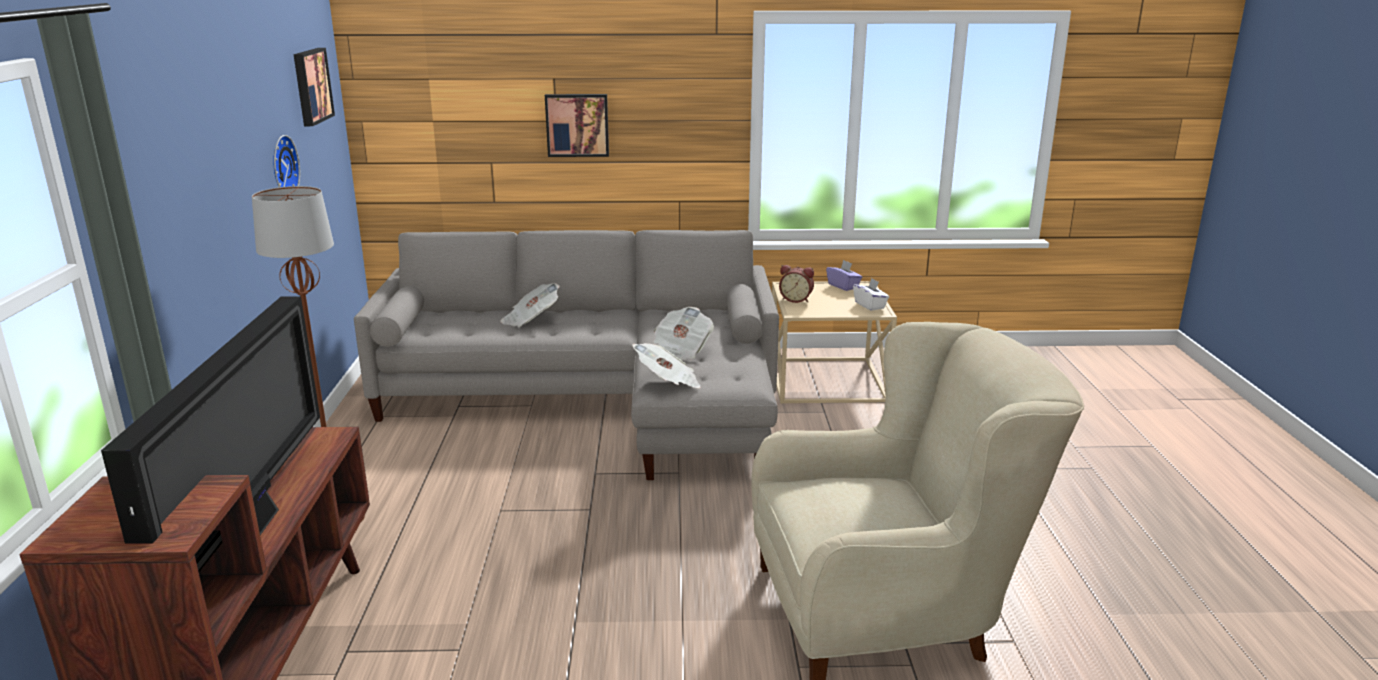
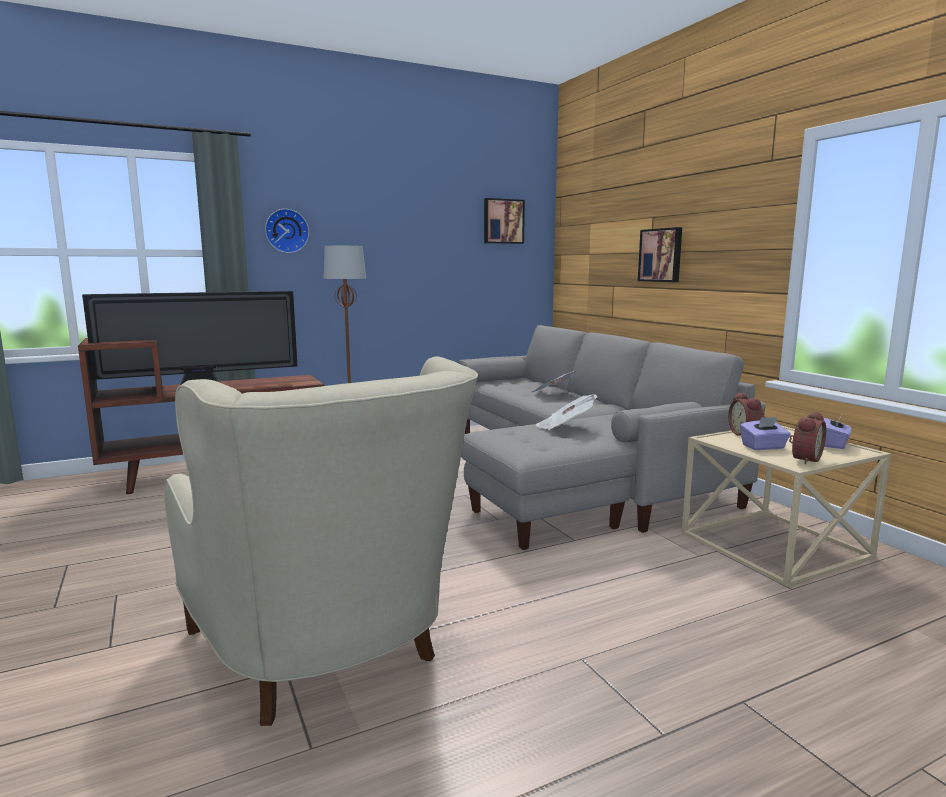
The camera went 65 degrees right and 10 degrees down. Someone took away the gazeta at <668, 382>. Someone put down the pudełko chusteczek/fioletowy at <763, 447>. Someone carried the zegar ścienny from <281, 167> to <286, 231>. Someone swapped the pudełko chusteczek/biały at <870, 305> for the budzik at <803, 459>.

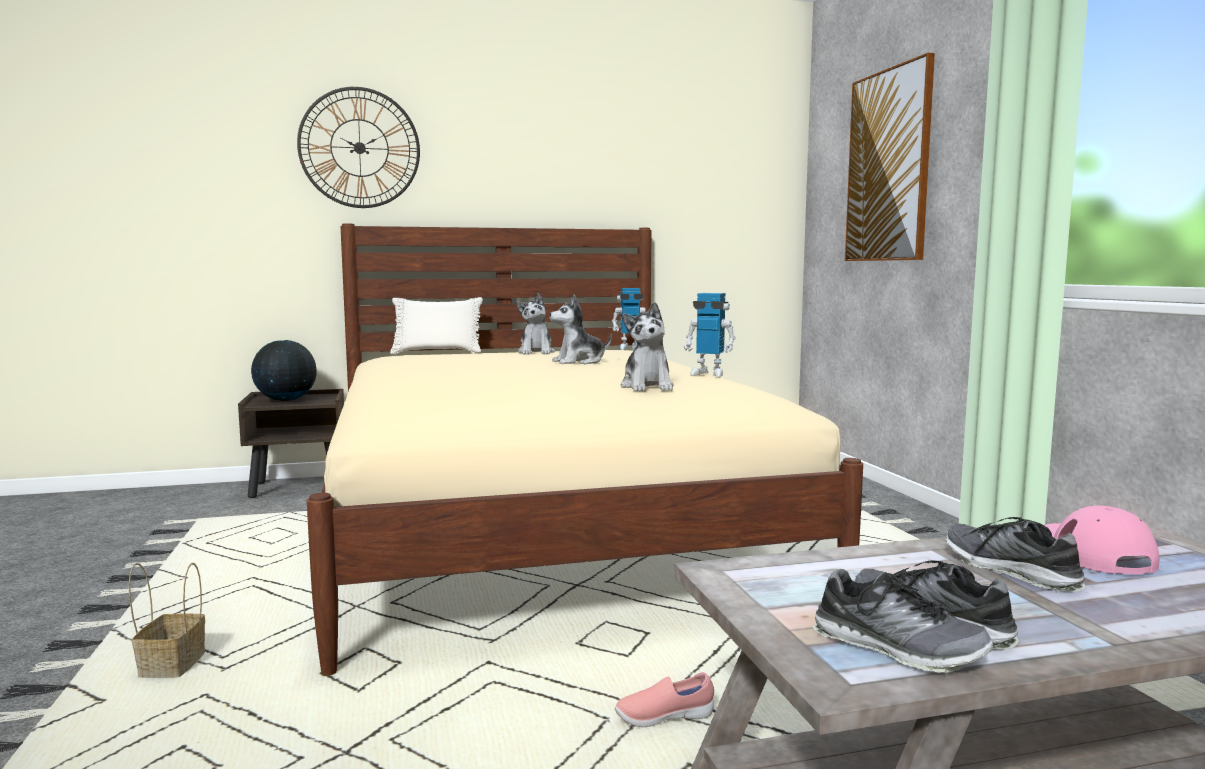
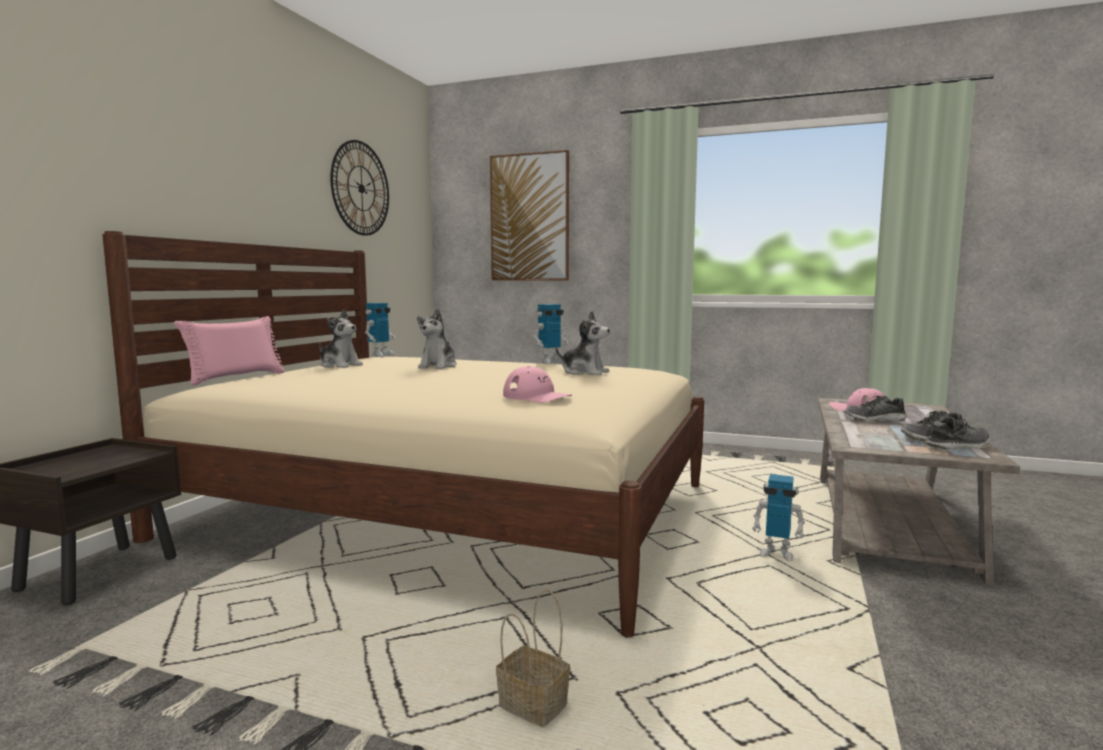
The camera went 55 degrees left and 0 degrees up. Someone took away the globus at <286, 400>. Someone put down the czapka z daszkiem/różowy at <537, 396>. Someone carried the zegar ścienny from <359, 148> to <361, 188>. Someone swapped the but/różowy at <664, 718> for the robot zabawkowy at <776, 553>. Someone repainted the poduszka/biały at <437, 353>, which became the poduszka/różowy at <235, 378>.

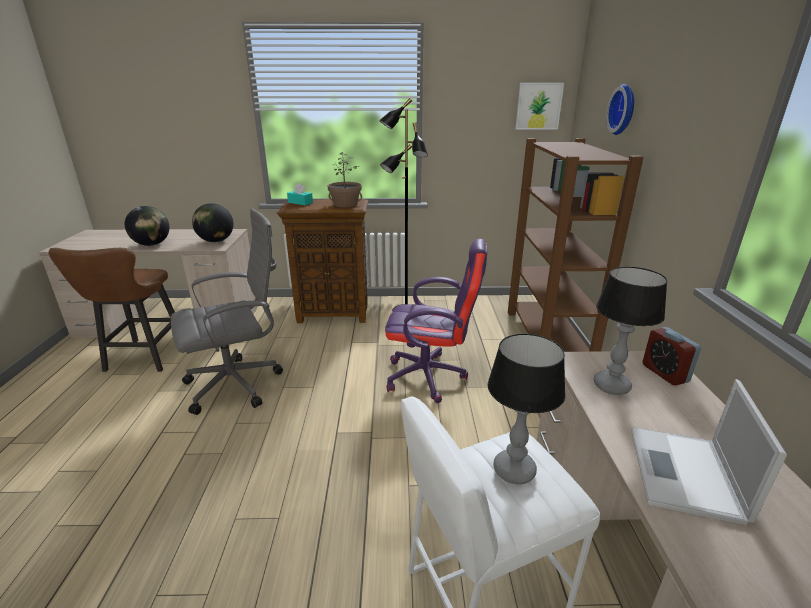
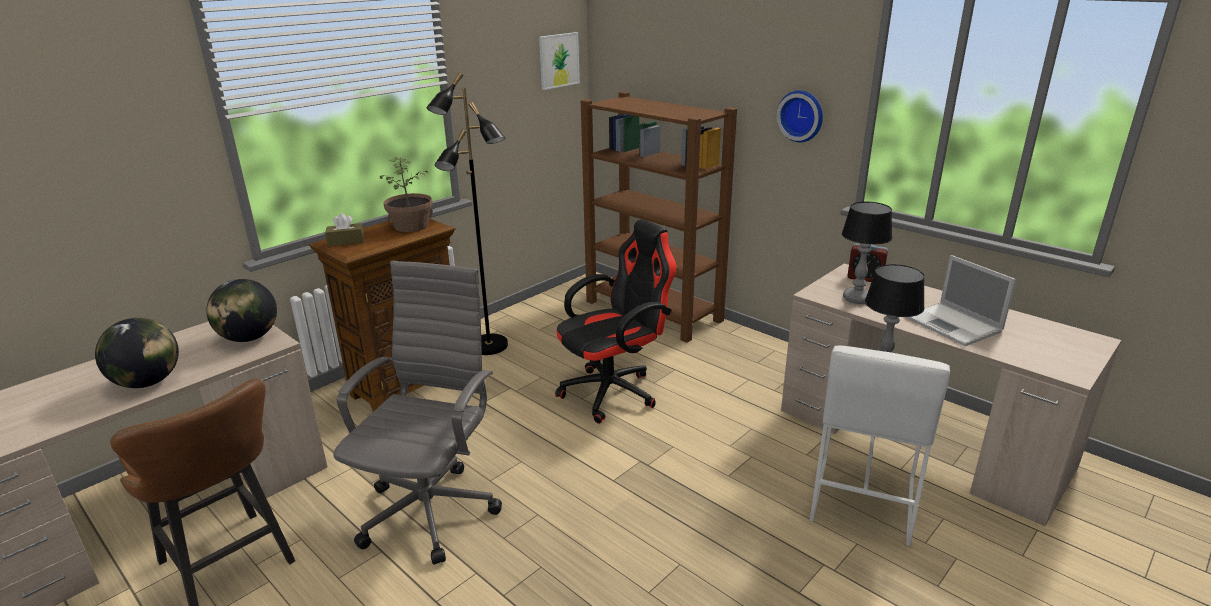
The camera went 45 degrees left and 0 degrees up. Someone carried the zegar ścienny from <624, 109> to <801, 115>. Someone repainted the pudełko chusteczek/turkusowy at <300, 202>, which became the pudełko chusteczek/brązowy at <346, 241>. Someone repainted the krzesło biurowe/fioletowy at <432, 378>, which became the krzesło biurowe/czarny at <615, 391>.

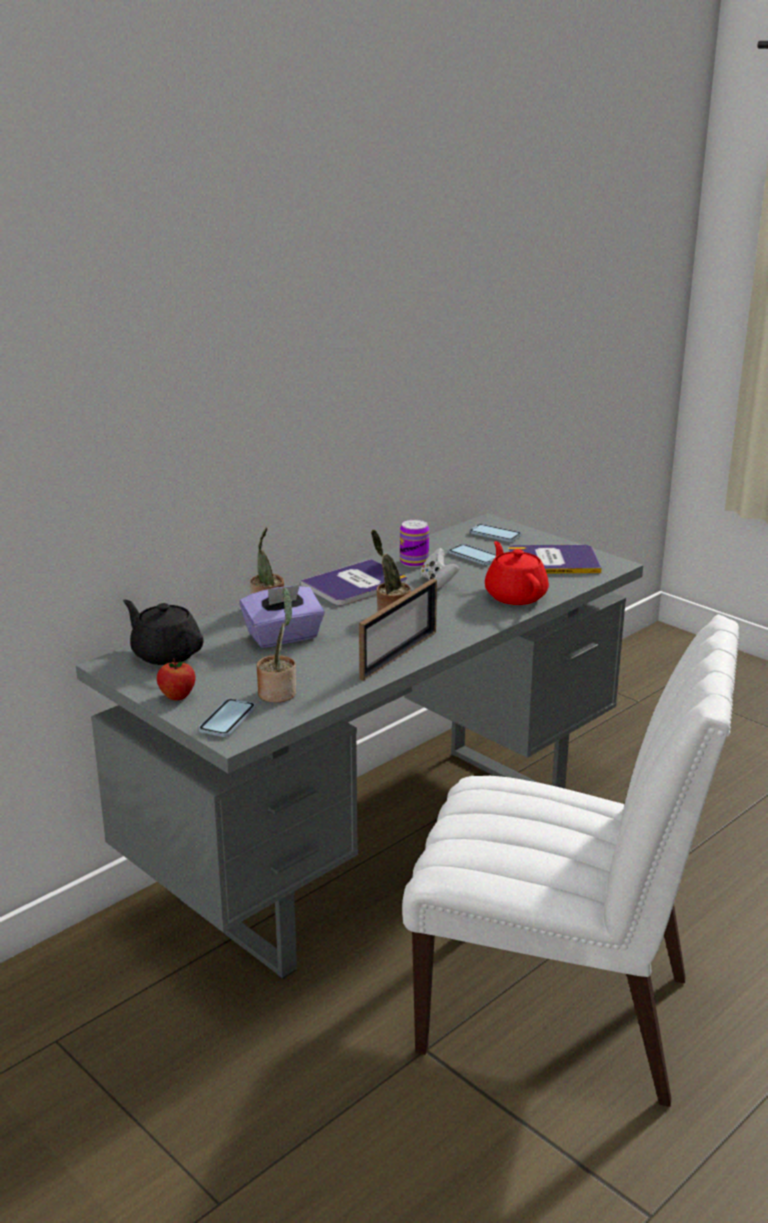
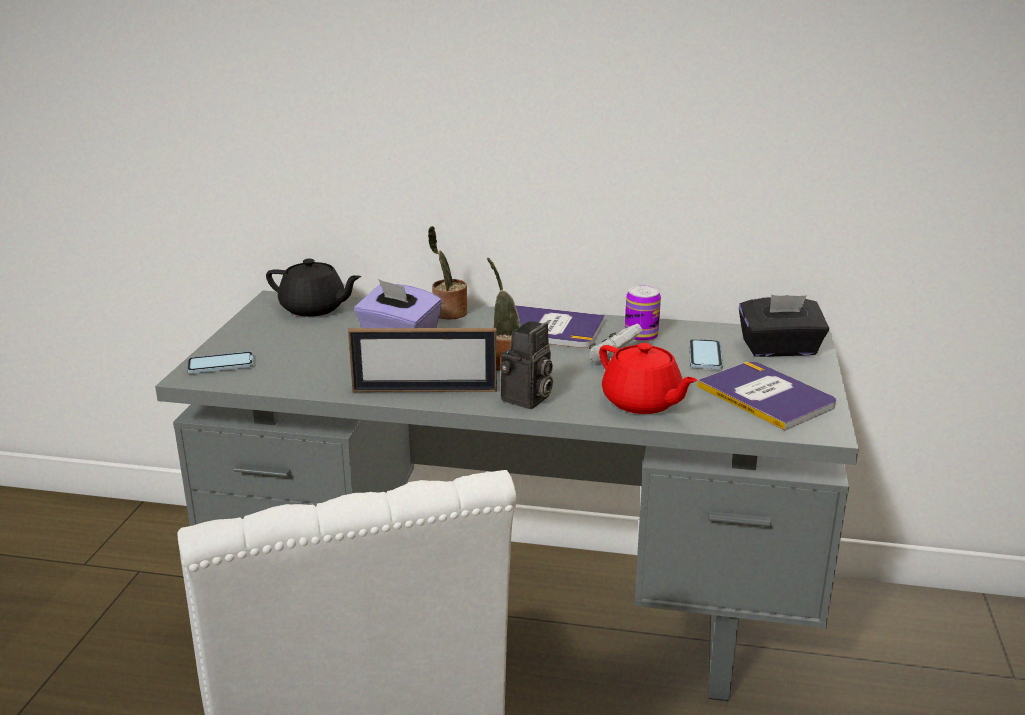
The camera went 55 degrees right and 0 degrees up. Someone took away the jabłko at <177, 696>. Someone took away the roślina doniczkowa at <279, 692>. Someone put down the aparat fotograficzny at <527, 400>. Someone swapped the telefon at <495, 535> for the pudełko chusteczek/czarny at <780, 349>. Someone rotated the imbryk/czarny at <166, 654> by 105 degrees clockwise. Someone rotated the imbryk/czerwony at <515, 595> by 105 degrees clockwise.

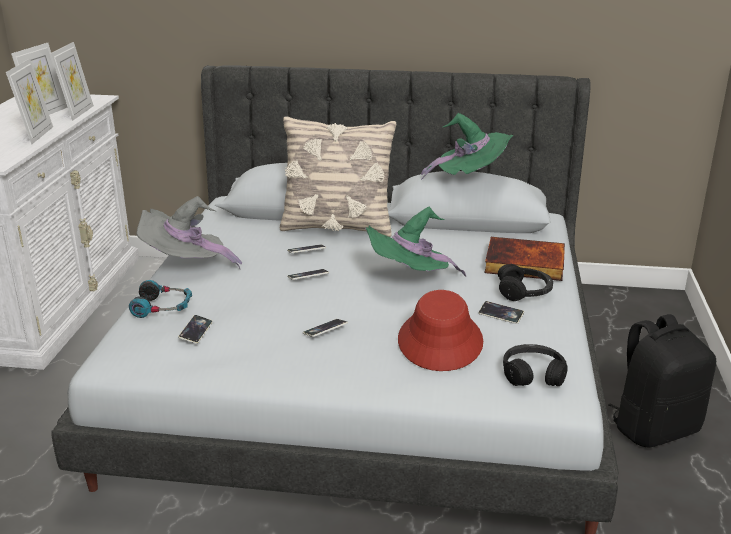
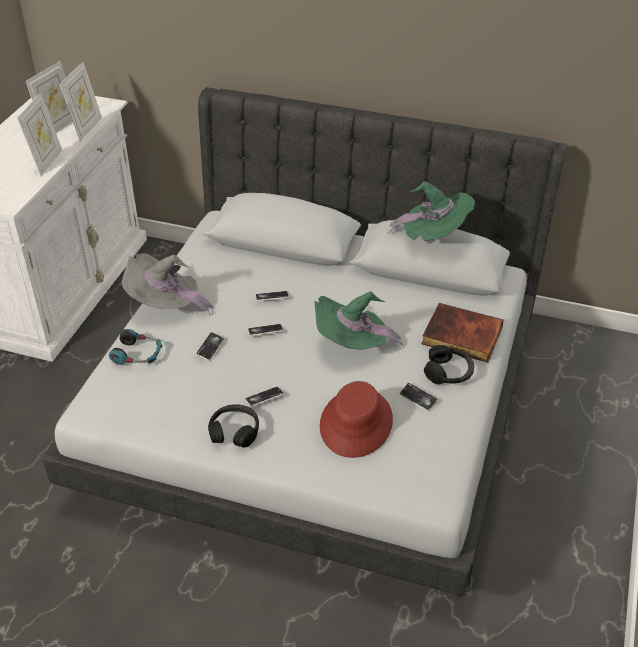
The camera went 10 degrees right and 15 degrees up. Someone took away the poduszka/beżowy at <337, 228>. Someone took away the plecak/czarny at <654, 428>. Someone carried the telefon from <196, 332> to <210, 348>. Someone carried the słuchawki/czarny from <533, 374> to <234, 431>.

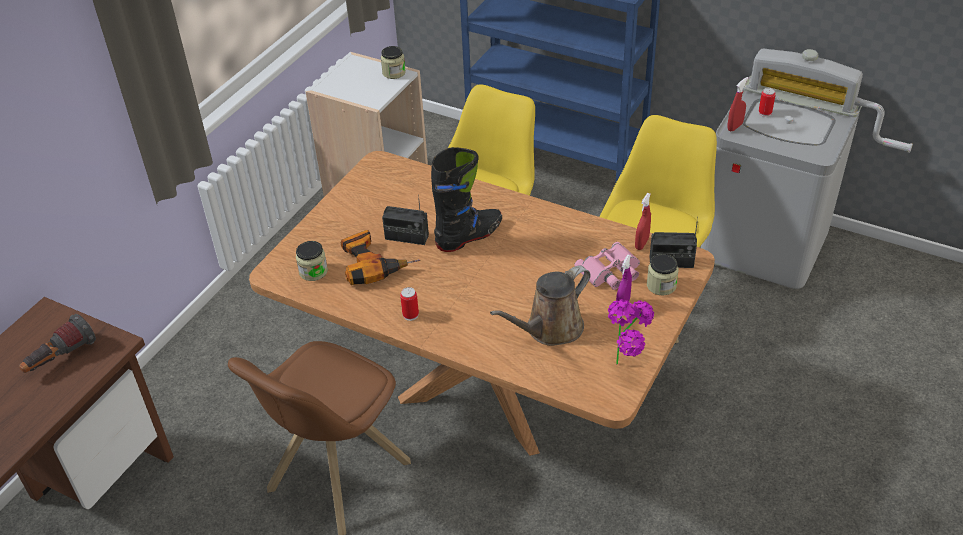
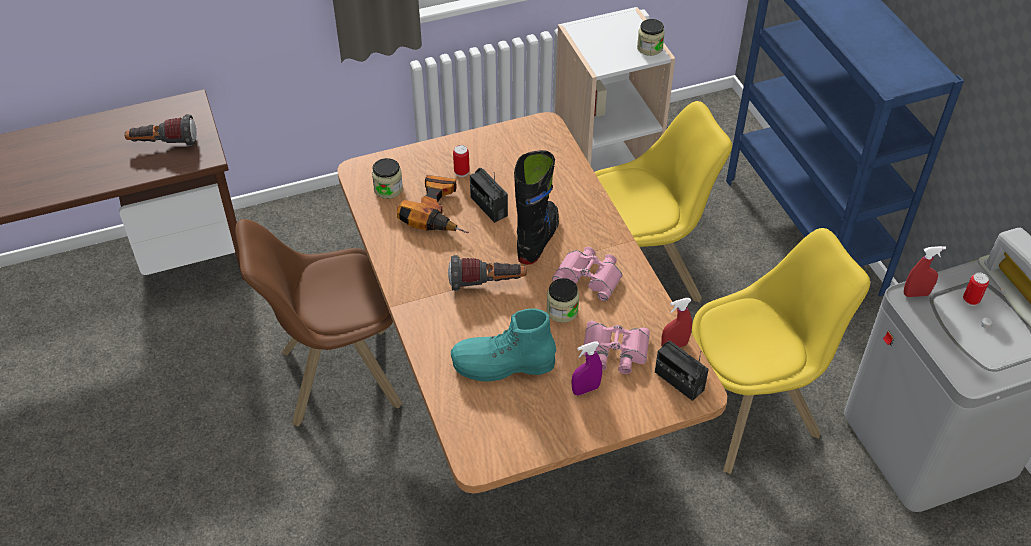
The camera went 40 degrees right and 5 degrees up. Someone took away the roślina doniczkowa at <628, 365>. Someone put down the latarka at <487, 284>. Someone put down the lornetka/różowy at <590, 275>. Someone carried the puszka from <410, 315> to <461, 172>. Someone carried the słoik from <661, 285> to <562, 311>. Someone swapped the konewka/brązowy at <550, 329> for the but z cholewką/turkusowy at <503, 365>. Someone rotated the but z cholewką/czarny at <469, 236> by 75 degrees counterclockwise.

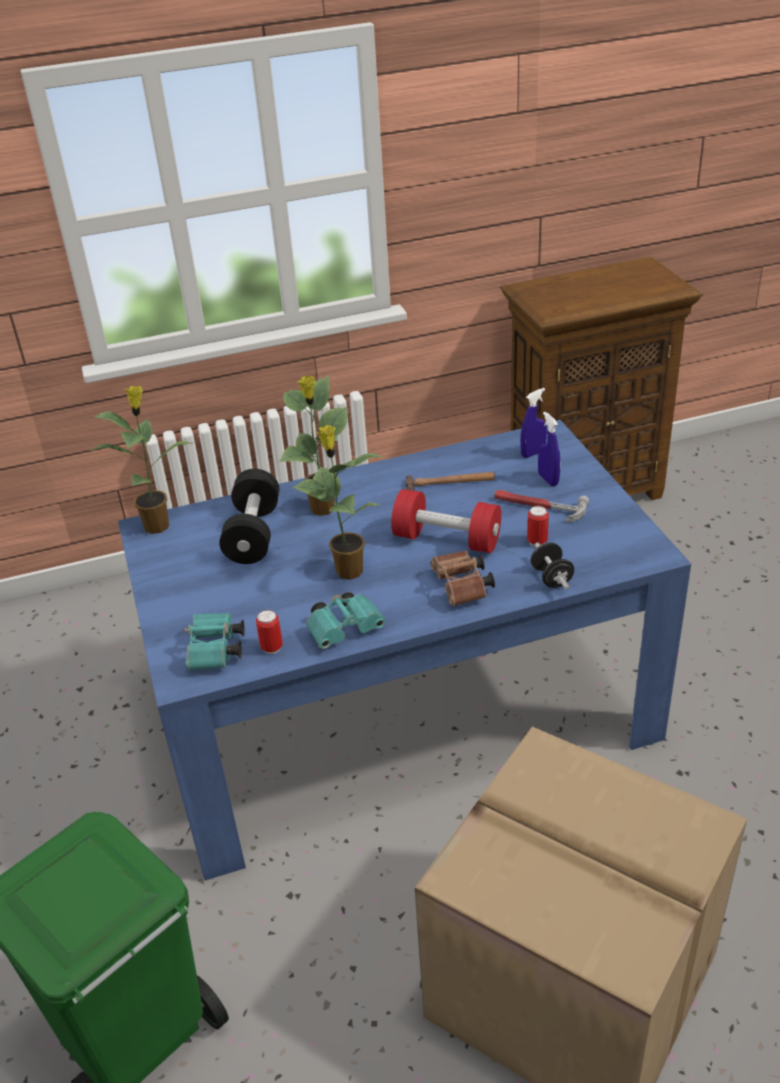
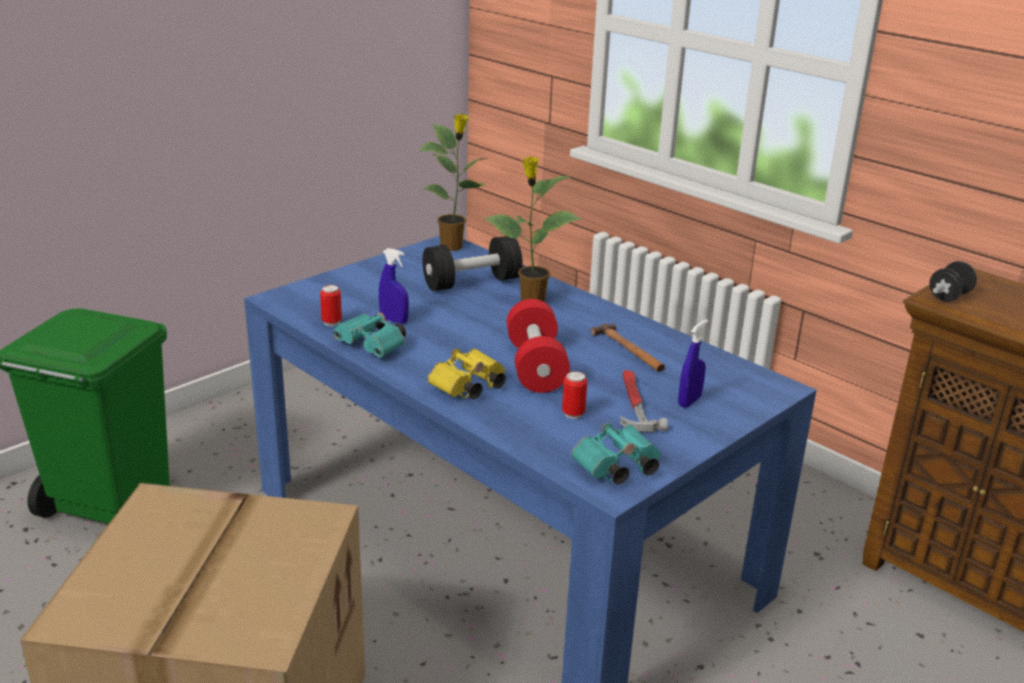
The camera went 60 degrees right and 10 degrees down. Someone took away the roślina doniczkowa at <347, 570>. Someone carried the lornetka/turkusowy from <215, 652> to <615, 469>. Someone carried the spryskiwacz/niebieski from <533, 453> to <394, 320>. Someone carried the hantel/czarny from <551, 578> to <949, 296>. Someone repainted the lornetka/brązowy at <462, 588>, which became the lornetka/żółty at <467, 388>.

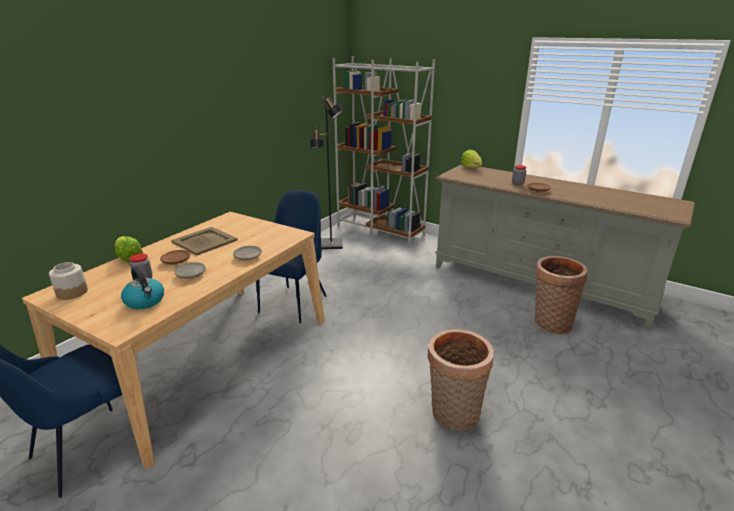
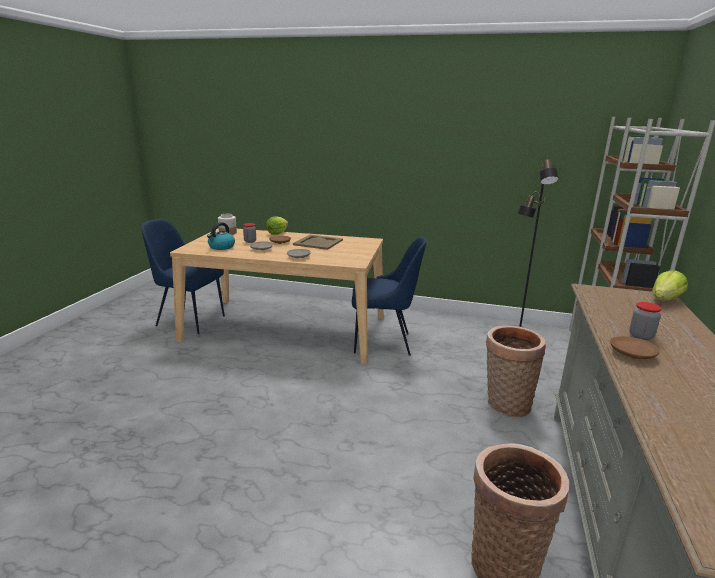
The camera went 70 degrees right and 5 degrees down. Someone carried the koszyk from <453, 415> to <505, 404>.

